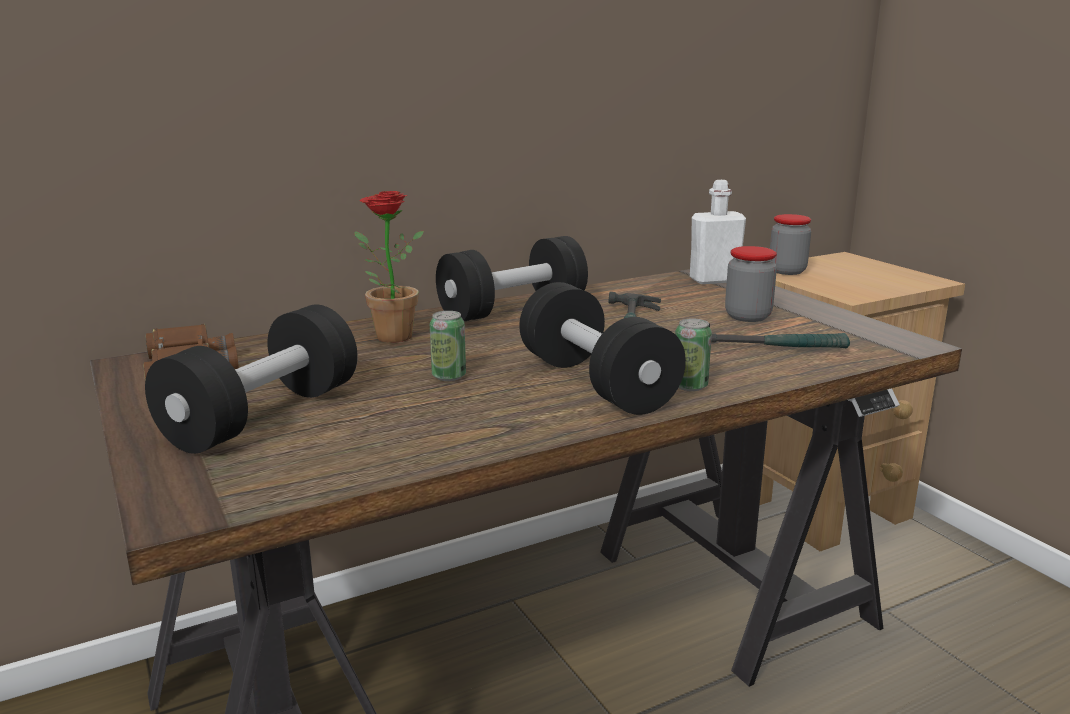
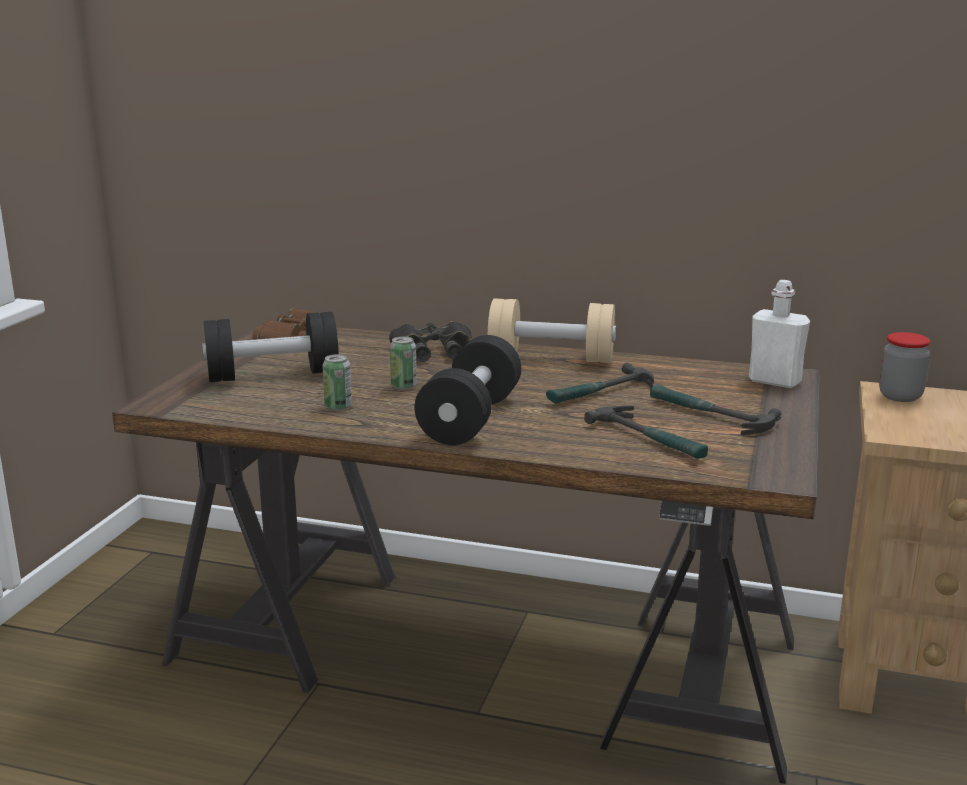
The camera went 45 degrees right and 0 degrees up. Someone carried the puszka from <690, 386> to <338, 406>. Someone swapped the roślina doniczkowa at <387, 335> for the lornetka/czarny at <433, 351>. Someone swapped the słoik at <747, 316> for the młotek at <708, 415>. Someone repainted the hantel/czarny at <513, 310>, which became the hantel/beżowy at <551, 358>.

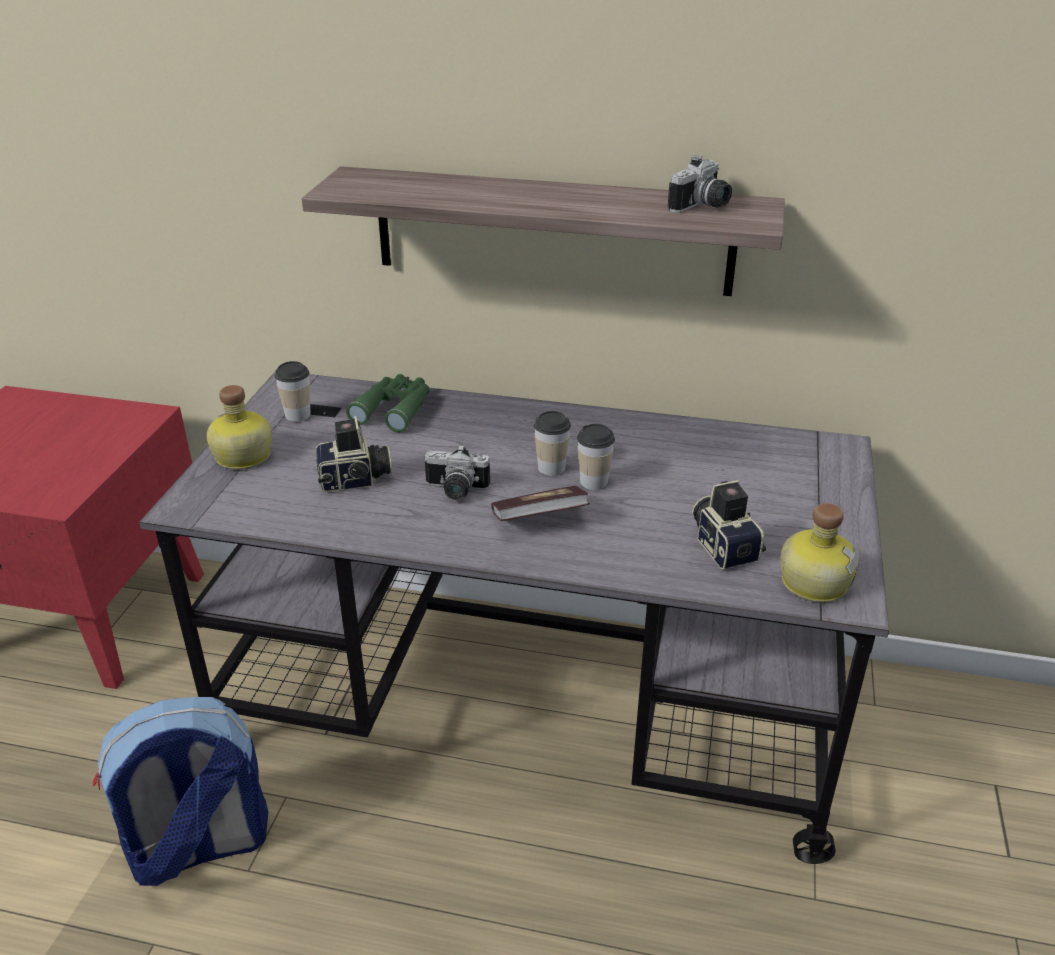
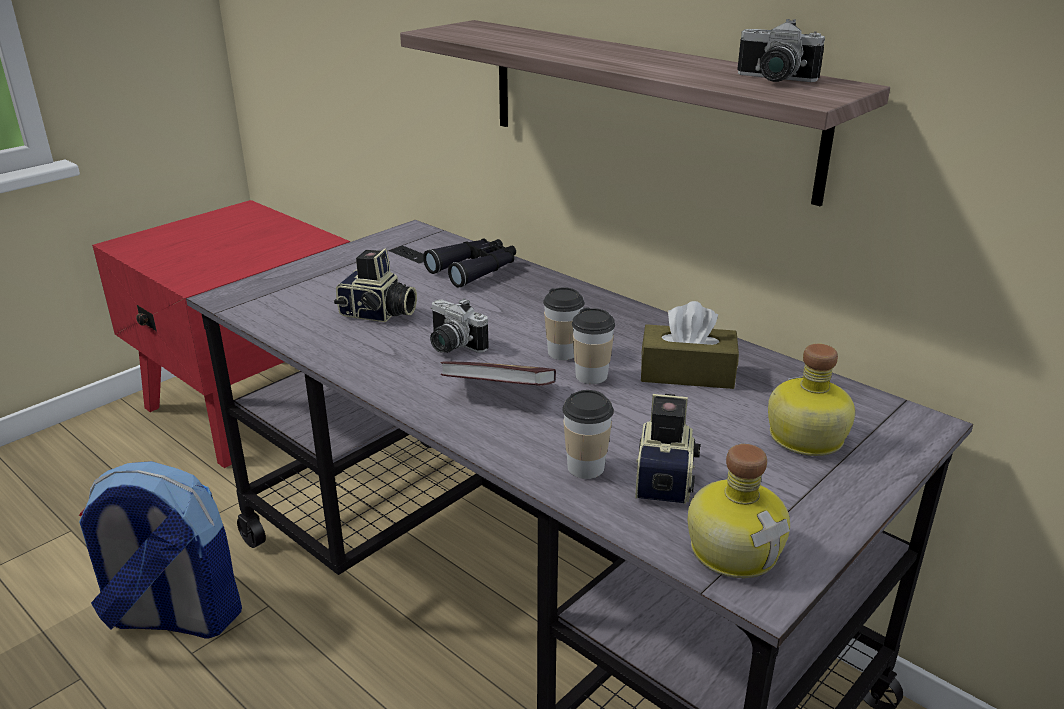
The camera went 30 degrees right and 5 degrees down. Someone put down the pudełko chusteczek/brązowy at <687, 373>. Someone carried the butelka from <242, 457> to <804, 438>. Someone carried the filiżanka from <298, 415> to <586, 467>. Someone repainted the lornetka/zielony at <394, 409>, which became the lornetka/czarny at <475, 269>. Someone rotated the aparat fotograficzny at <702, 206> by 45 degrees clockwise.

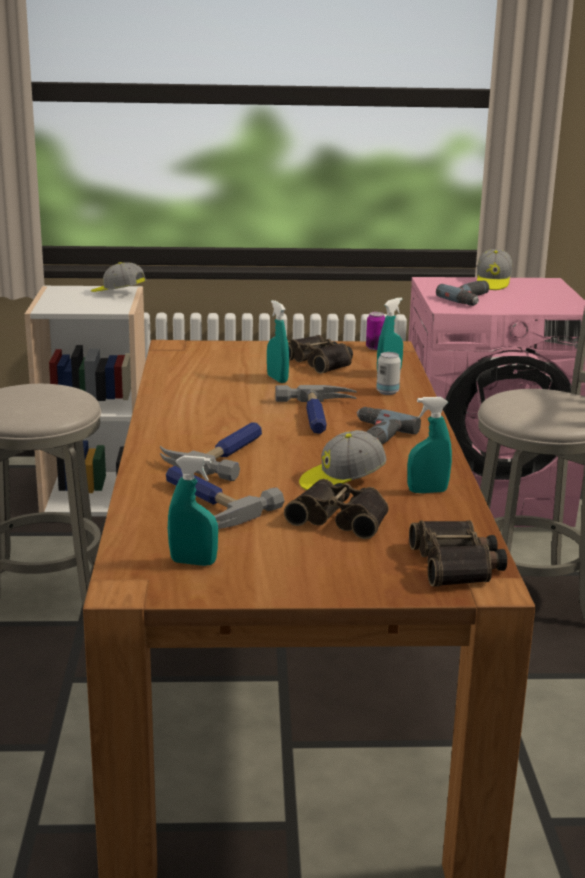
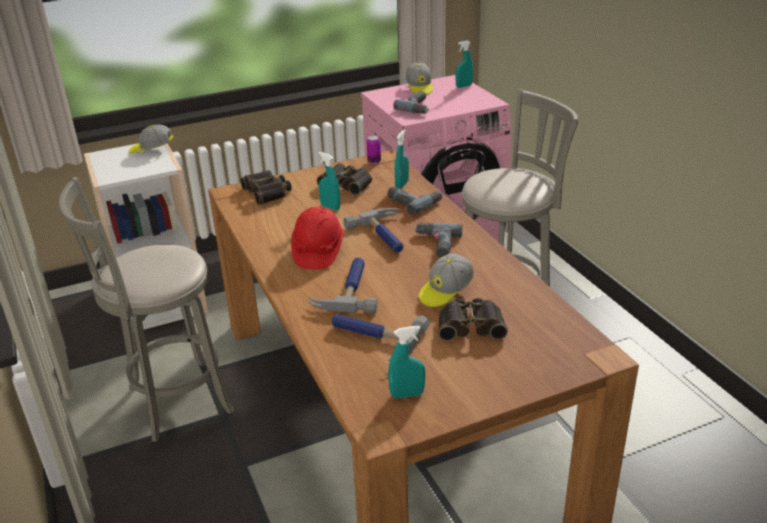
The camera went 20 degrees left and 10 degrees up. Someone put down the kask/czerwony at <318, 252>. Someone carried the spryskiwacz/turkusowy from <427, 491> to <464, 86>. Someone carried the lornetka from <457, 564> to <268, 192>. Someone swapped the puszka at <387, 392> for the wiertarka at <413, 201>.

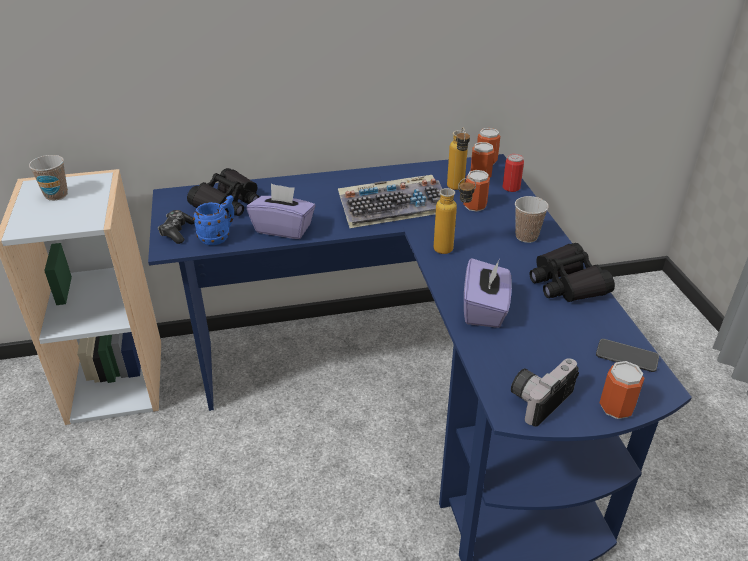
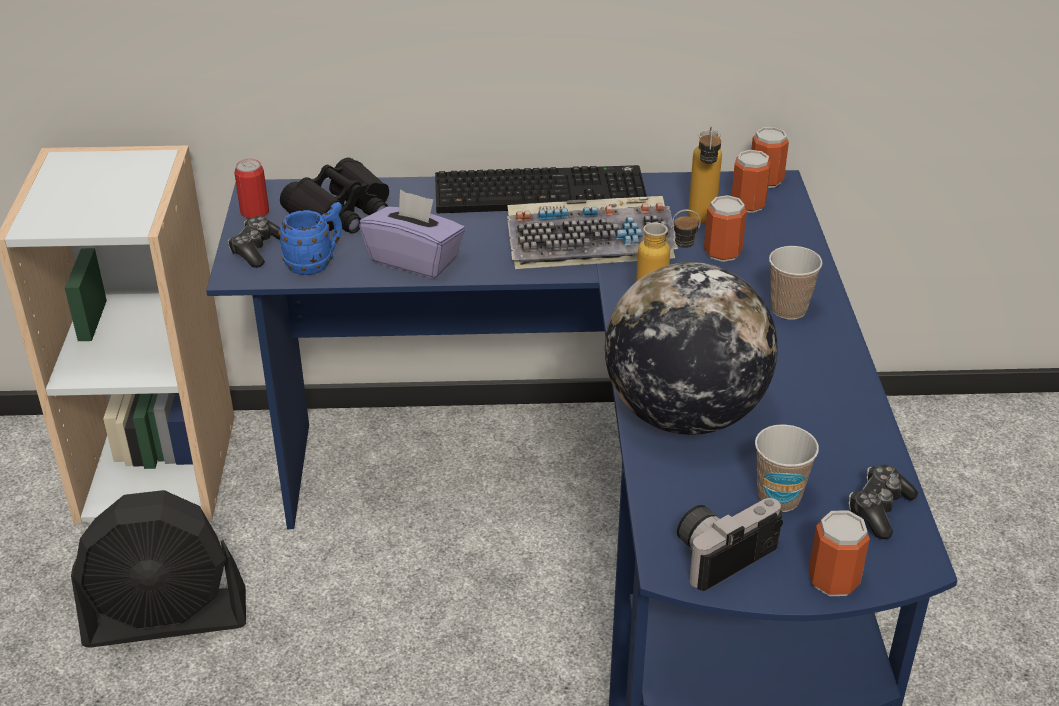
The camera went 10 degrees right and 0 degrees up. Someone took away the lornetka/czarny at <566, 283>. Someone put down the wentylator/czarny at <167, 618>. Someone put down the klawiatura at <541, 191>. Someone carried the filiżanka from <56, 195> to <778, 498>. Someone carried the puszka from <511, 188> to <254, 212>. Someone swapped the pudełko chusteczek/fioletowy at <485, 309> for the globus at <684, 415>. Someone swapped the telefon at <626, 356> for the pad do gier at <879, 509>.

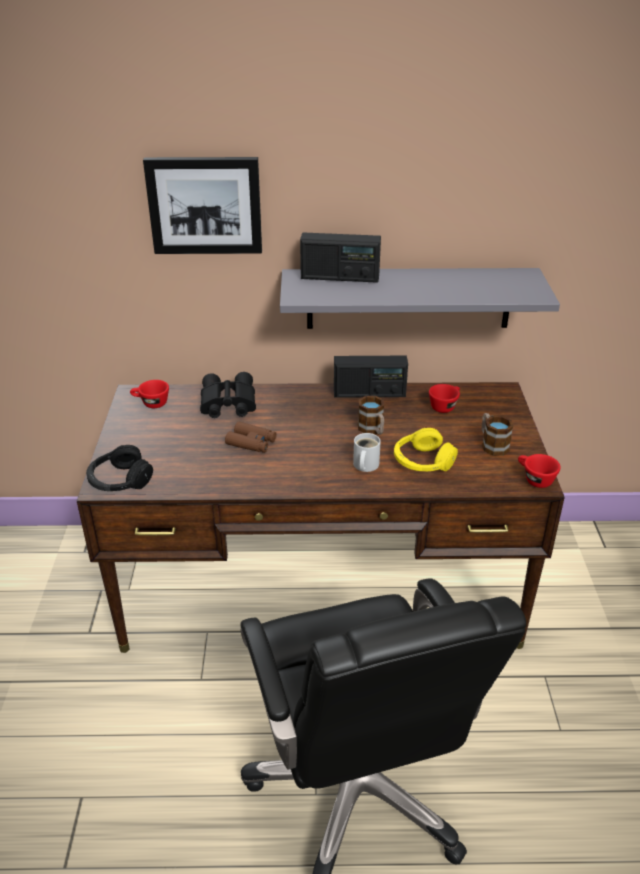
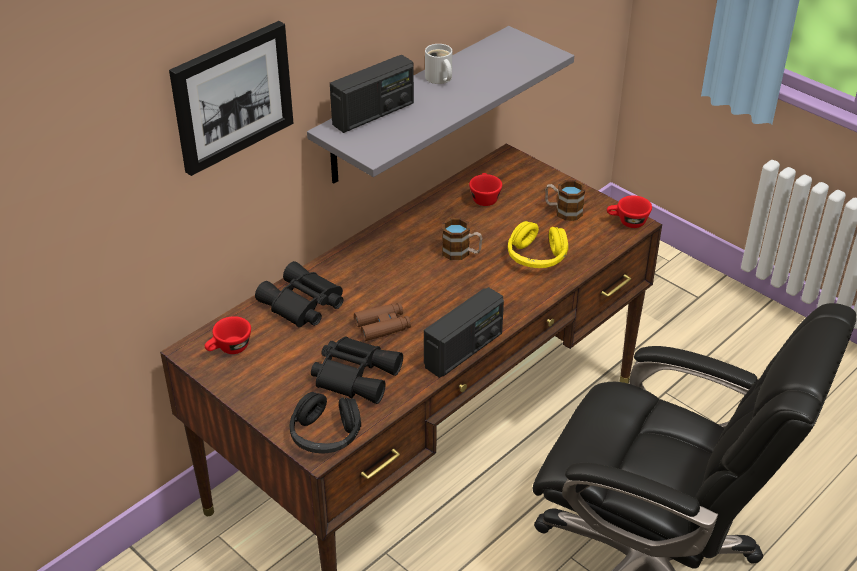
The camera went 45 degrees left and 5 degrees up. Someone put down the lornetka/czarny at <355, 374>. Someone carried the radio from <369, 393> to <464, 350>. Someone carried the kubek/biały from <364, 465> to <439, 78>.

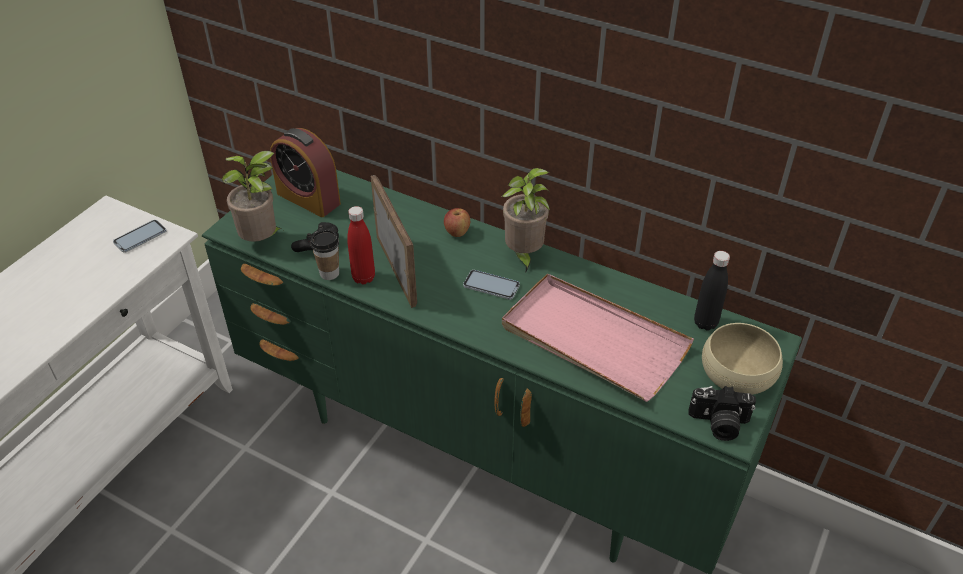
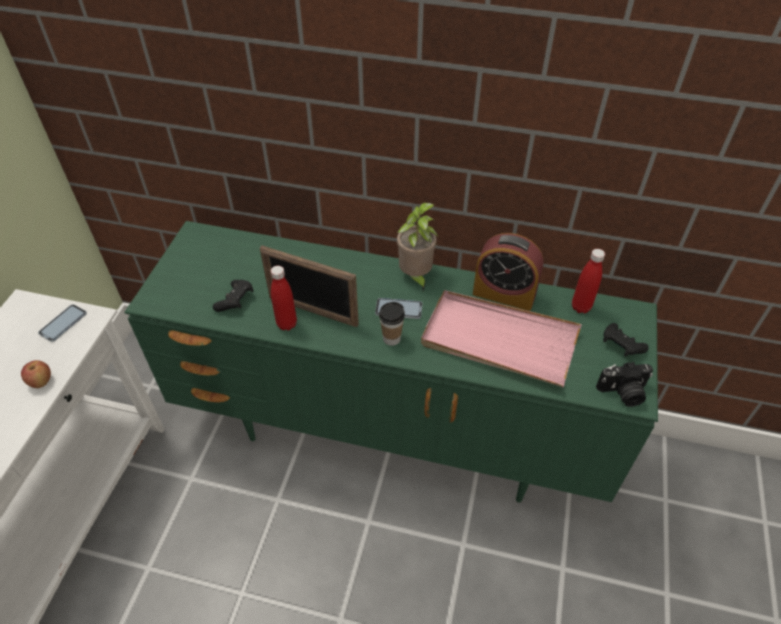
The camera went 15 degrees left and 5 degrees up. Someone took away the roślina doniczkowa at <262, 241>. Someone carried the budzik from <308, 198> to <504, 294>. Someone carried the filiżanka from <329, 273> to <391, 338>. Someone carried the jabłko from <457, 232> to <41, 381>. Someone swapped the miska/beżowy at <737, 374> for the pad do gier/czarny at <620, 346>. Someone repainted the butelka/czarny at <705, 323>, which became the butelka/czerwony at <581, 307>. Someone rotated the ramka na zdjęcie at <396, 270> by 150 degrees clockwise.

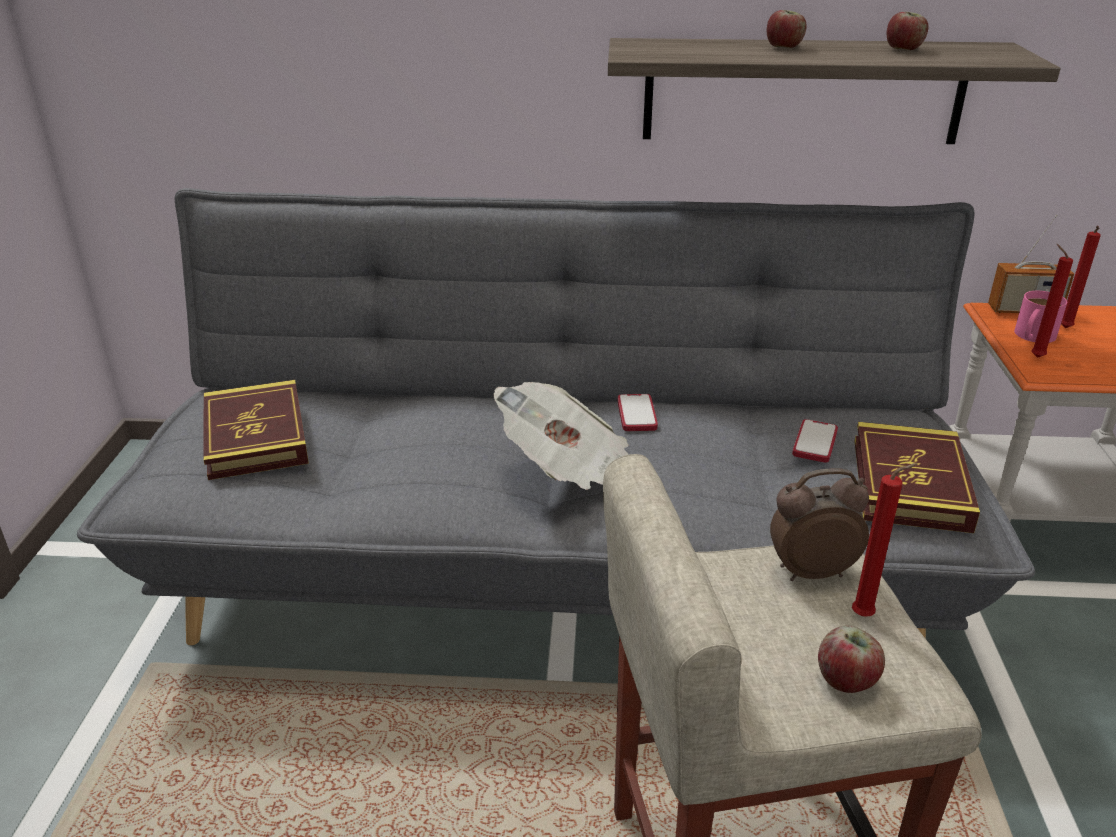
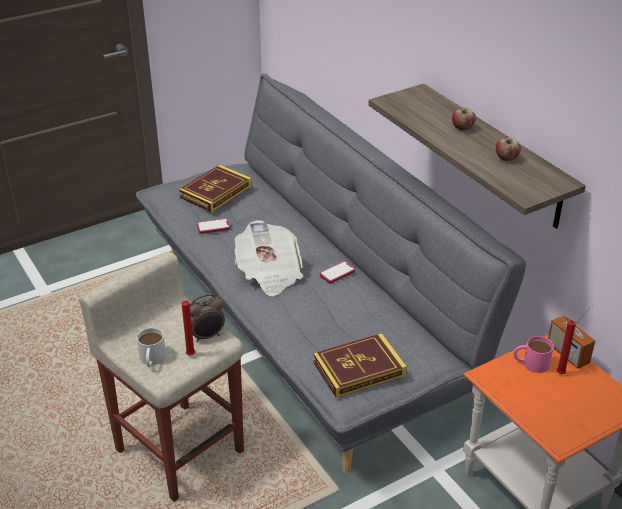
The camera went 55 degrees right and 5 degrees up. Someone took away the świeca/czerwony at <1034, 356>. Someone carried the telefon from <815, 443> to <213, 227>. Someone swapped the jabłko at <846, 680> for the kubek/biały at <151, 360>. Someone rotated the budzik at <810, 571> by 105 degrees clockwise.

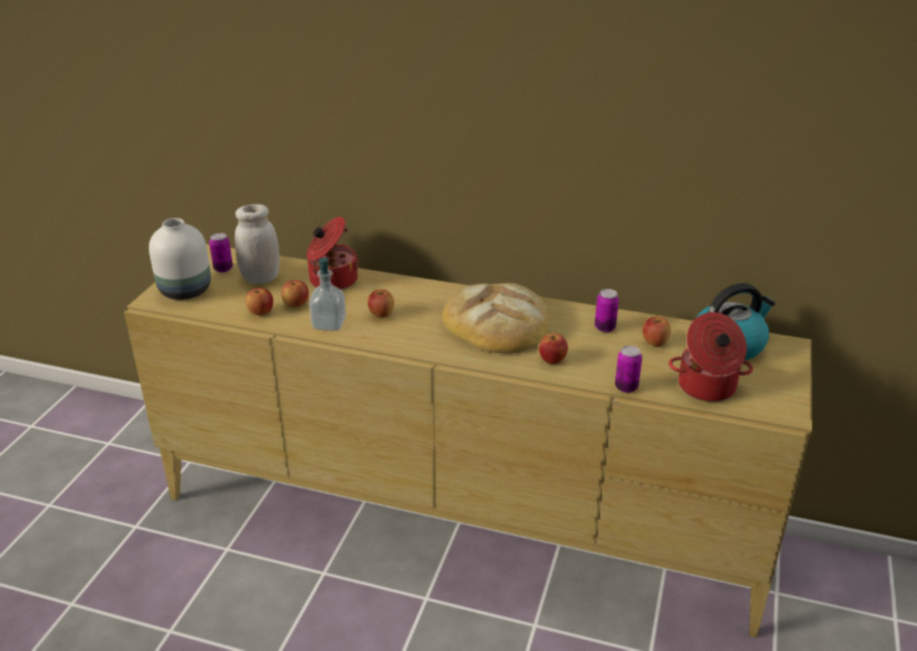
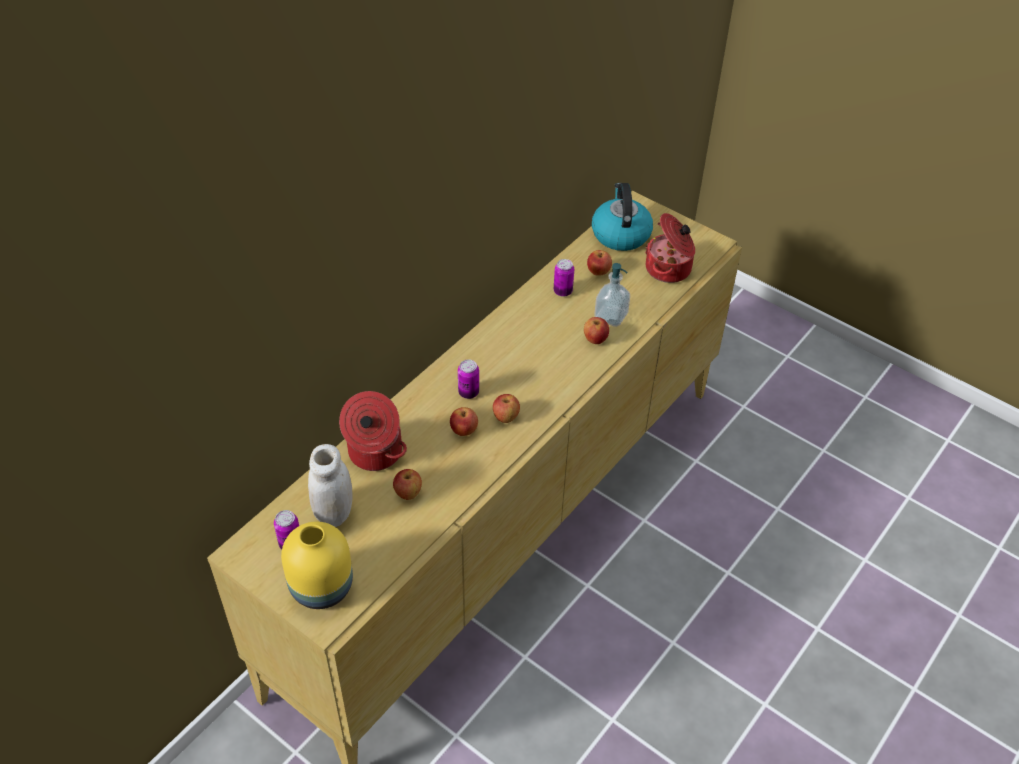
The camera went 70 degrees left and 15 degrees up. Someone took away the chleb at <496, 323>. Someone carried the jabłko from <261, 312> to <505, 417>. Someone carried the dozownik mydła from <329, 324> to <610, 316>. Someone carried the puszka from <626, 387> to <468, 392>. Someone repainted the wazon/biały at <184, 290>, which became the wazon/żółty at <320, 588>.

